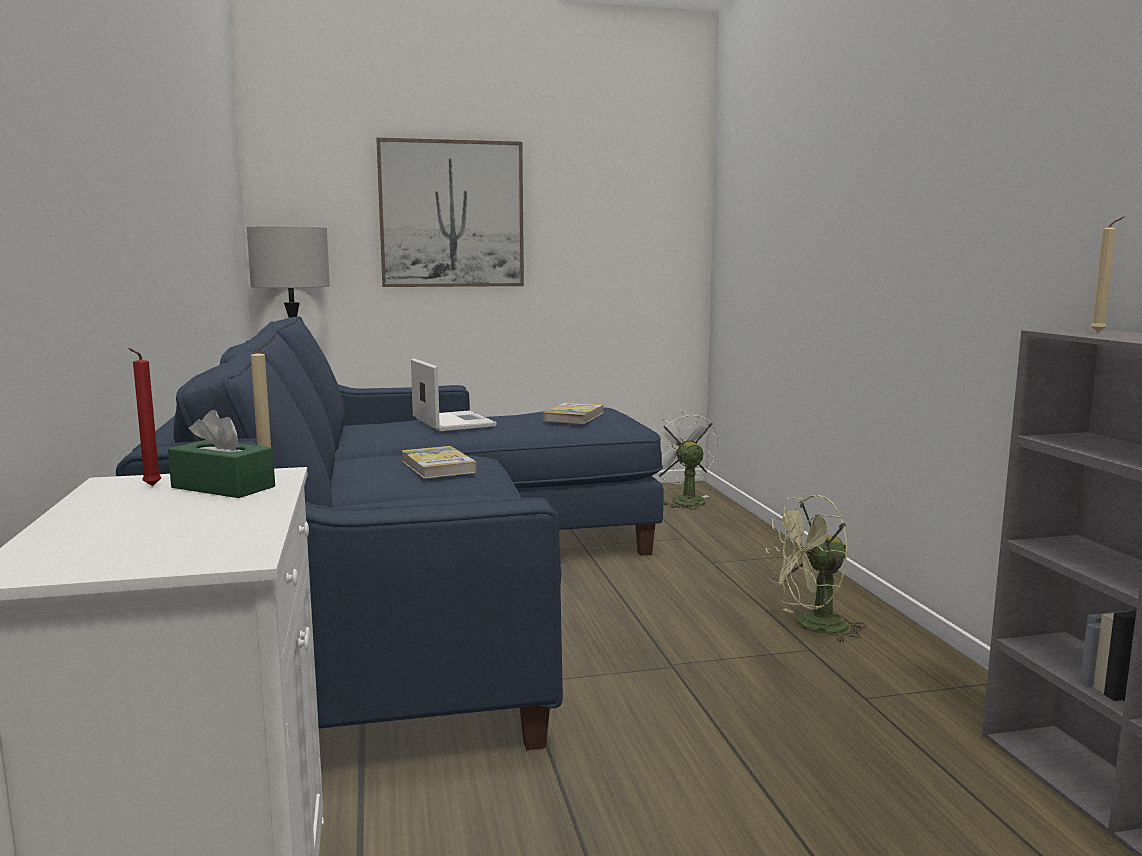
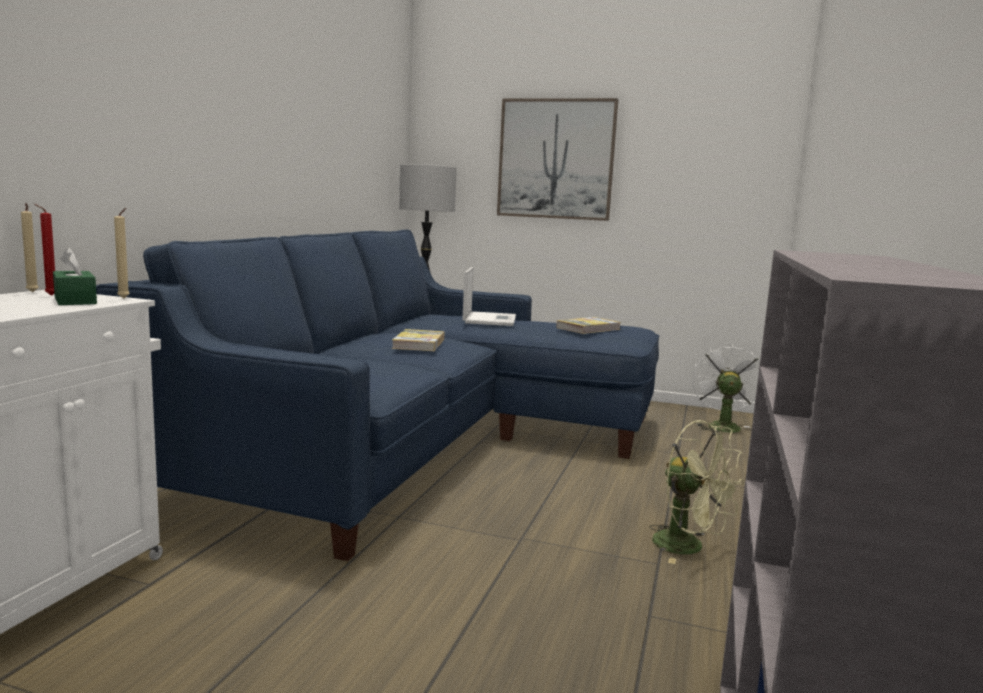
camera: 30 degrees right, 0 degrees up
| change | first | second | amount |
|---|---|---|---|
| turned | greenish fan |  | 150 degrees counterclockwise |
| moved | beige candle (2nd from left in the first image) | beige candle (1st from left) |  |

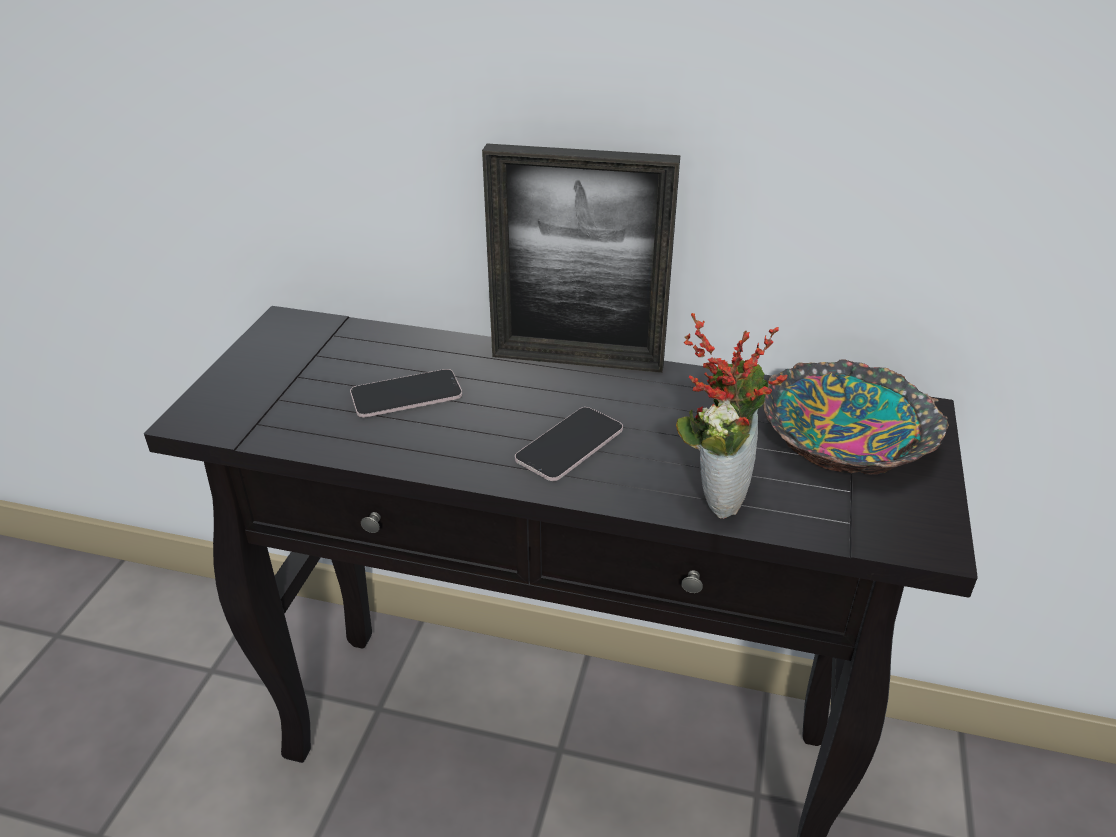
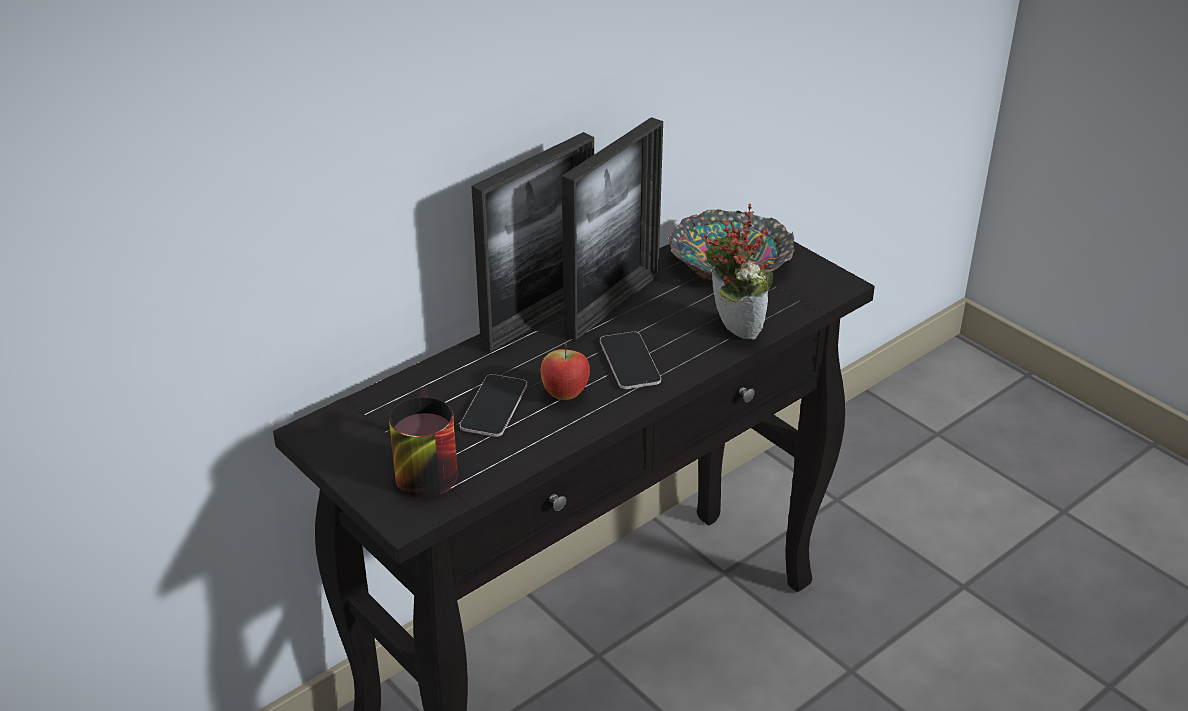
camera: 55 degrees left, 0 degrees up
| change | first | second | amount |
|---|---|---|---|
| added |  | mug |  |
| added |  | apple fruit |  |
| added |  | photo frame (2nd from left) |  |

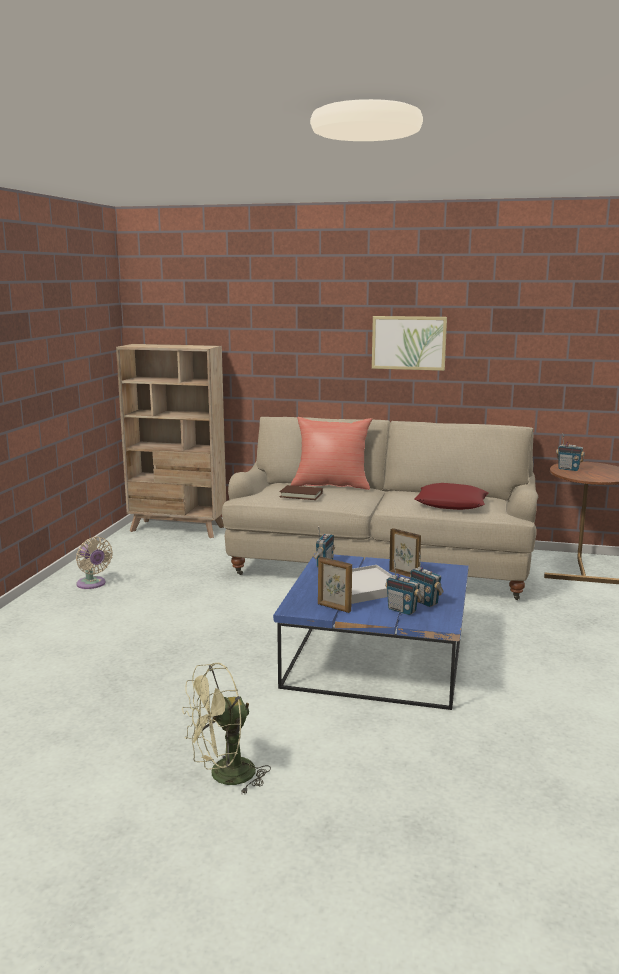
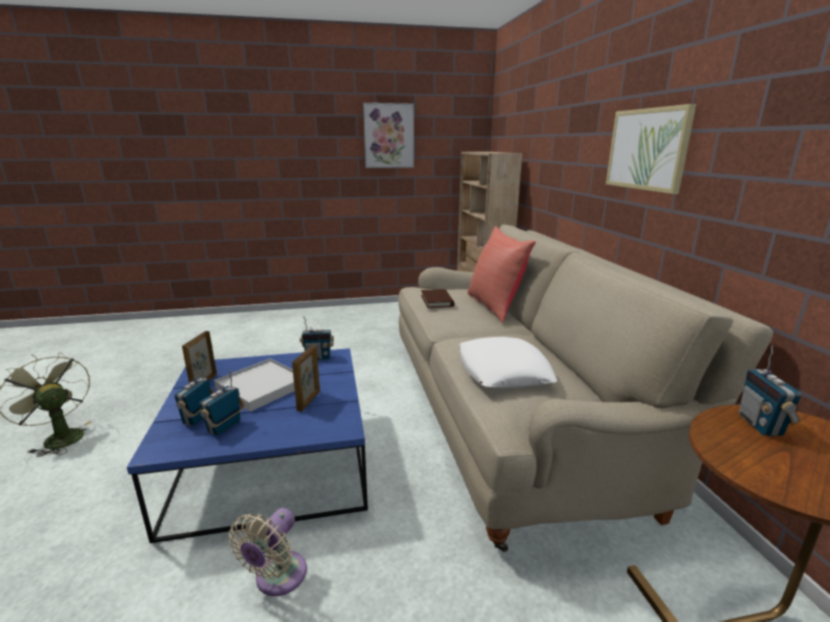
camera: 65 degrees right, 5 degrees up
| change | first | second | amount |
|---|---|---|---|
| moved | beige fan |  |  |
| recoloured | red cushion (2nd from left) | white-coloured cushion |  |
| added |  | wall art (1st from left) |  |

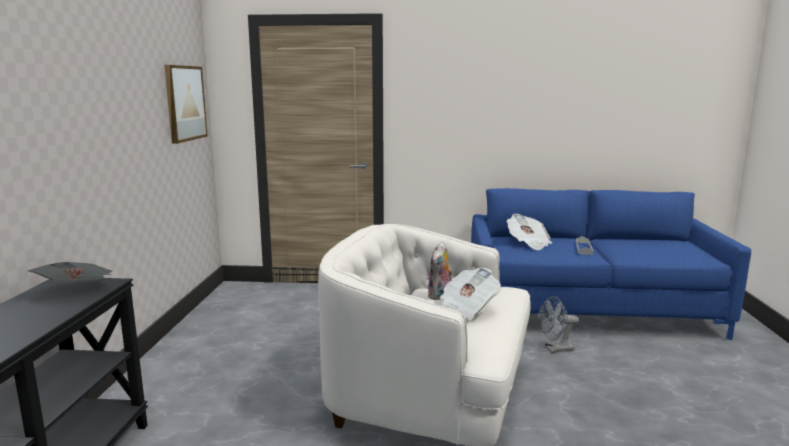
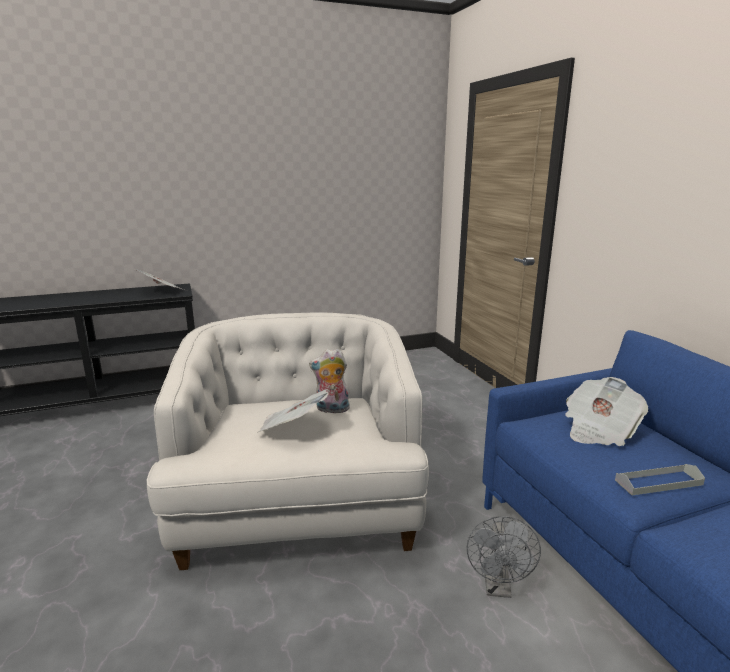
camera: 65 degrees right, 5 degrees up
| change | first | second | amount |
|---|---|---|---|
| removed | wall art |  |  |
| turned | gray fan |  | 135 degrees counterclockwise |

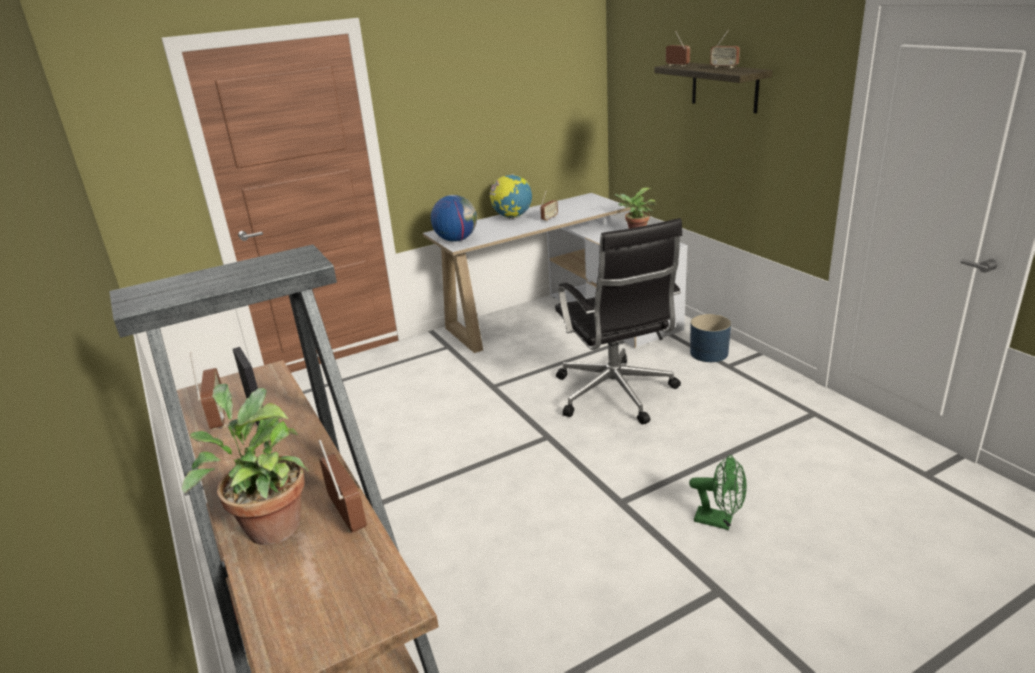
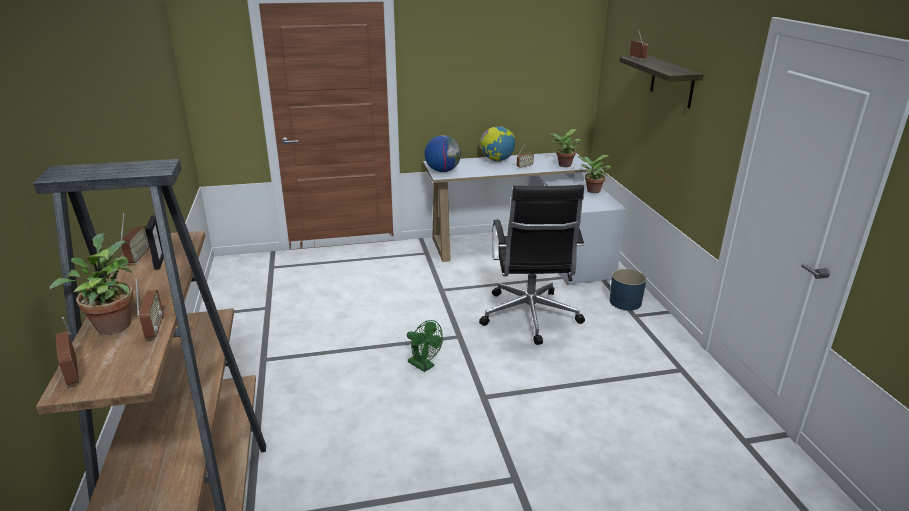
camera: 15 degrees right, 0 degrees up
| change | first | second | amount |
|---|---|---|---|
| moved | greenish fan |  |  |
| moved | radio receiver (5th from left in the first image) | radio receiver (1st from left) |  |
| added |  | plant in a pot (2nd from left) |  |

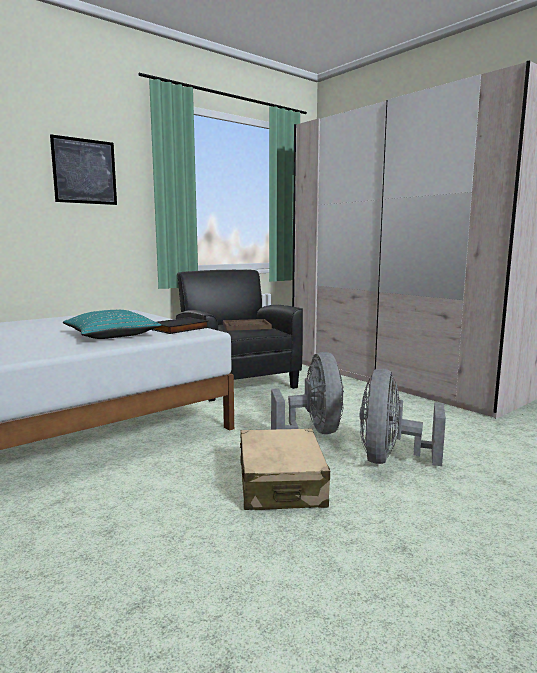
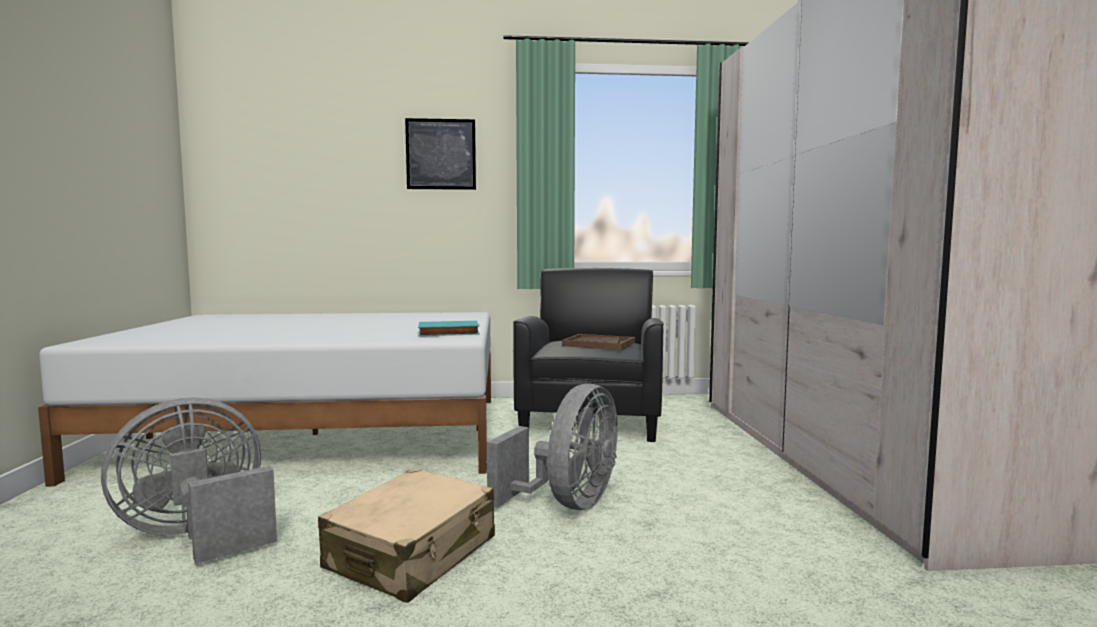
camera: 35 degrees right, 5 degrees down
| change | first | second | amount |
|---|---|---|---|
| removed | turquoise cushion |  |  |
| recoloured | blackish book | turquoise book |  |
| moved | gray fan (2nd from left in the first image) | gray fan (1st from left) |  |

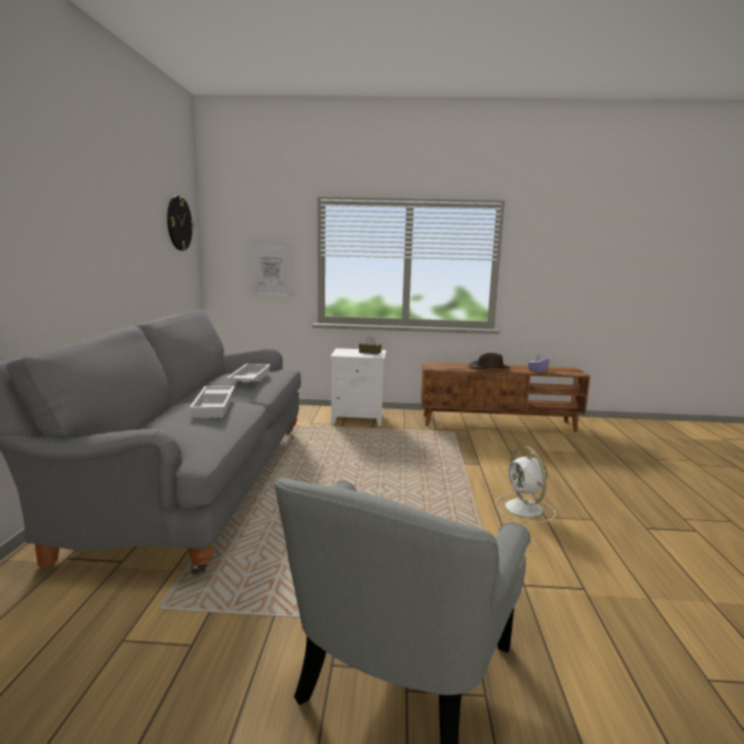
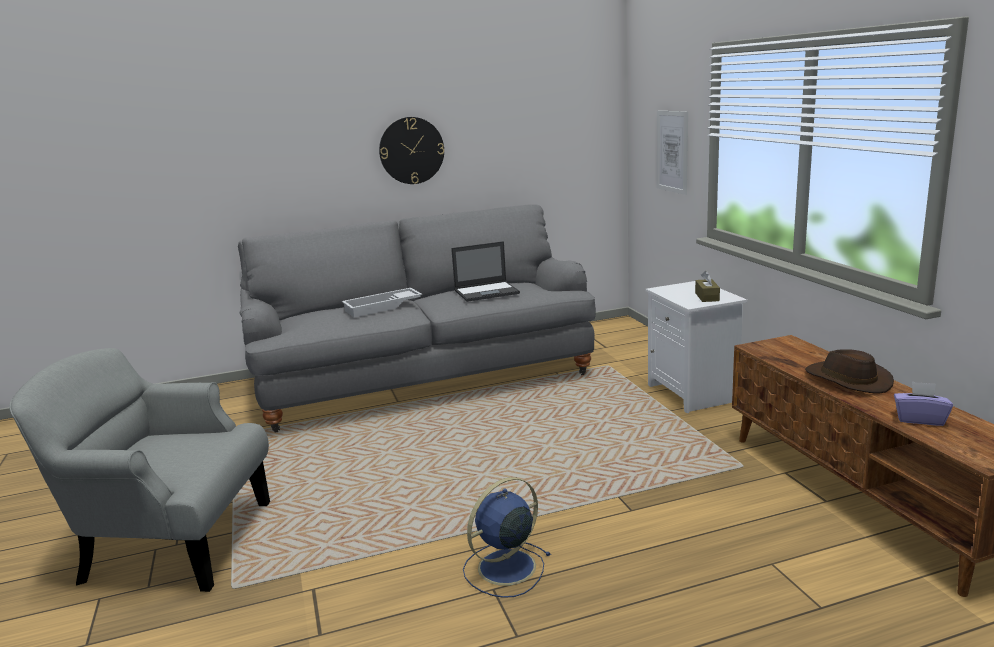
camera: 70 degrees right, 5 degrees up
| change | first | second | amount |
|---|---|---|---|
| moved | hanging clock |  |  |
| replaced | white-coloured serving tray (2nd from left) | notebook computer |  |
| recoloured | white-coloured fan | bluish fan |  |

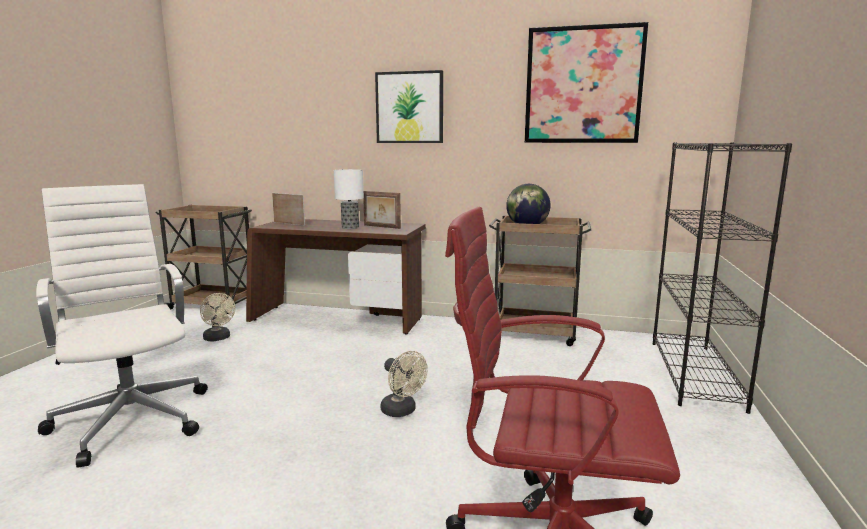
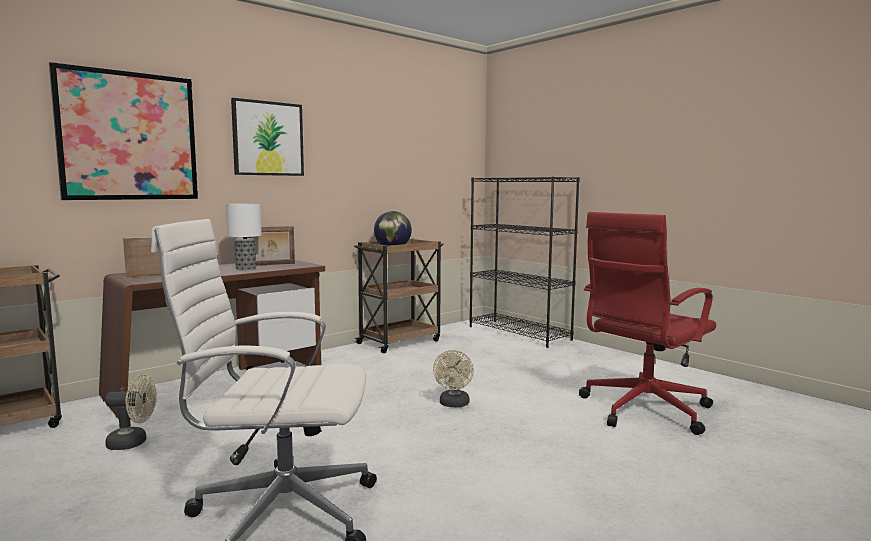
camera: 55 degrees left, 5 degrees down
| change | first | second | amount |
|---|---|---|---|
| turned | beige fan (2nd from left) |  | 105 degrees clockwise |
| moved | wall art (2nd from left in the first image) | wall art (1st from left) |  |

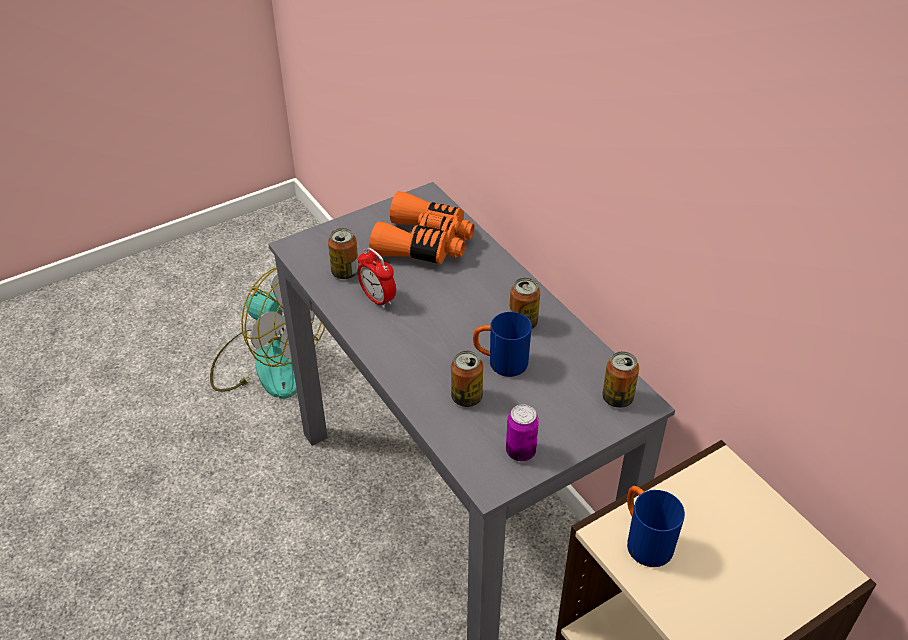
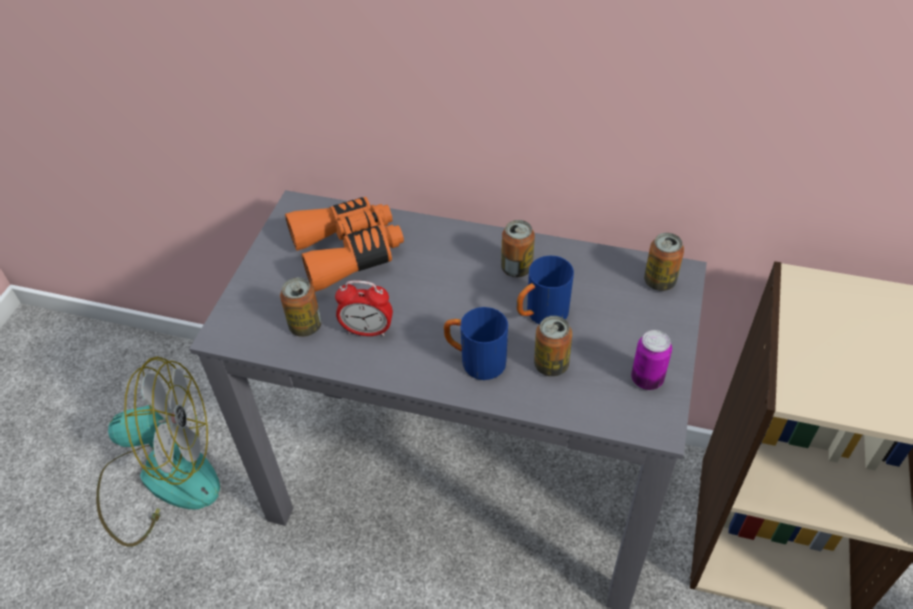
camera: 40 degrees left, 5 degrees up
| change | first | second | amount |
|---|---|---|---|
| moved | bluish mug (2nd from left in the first image) | bluish mug (1st from left) |  |

